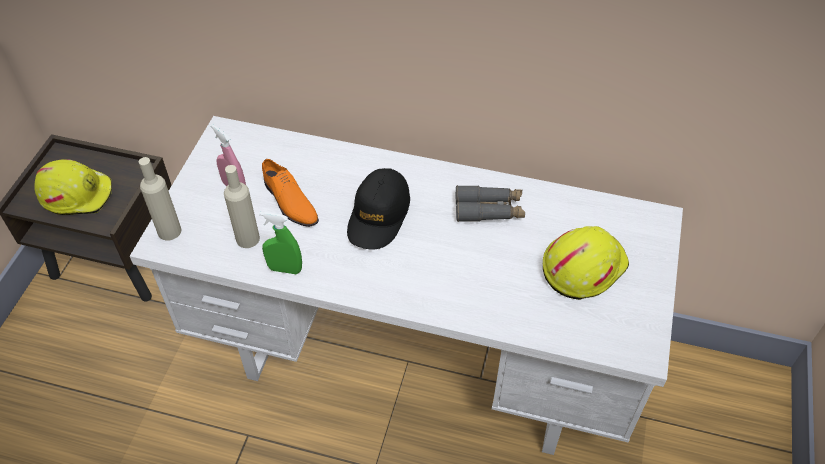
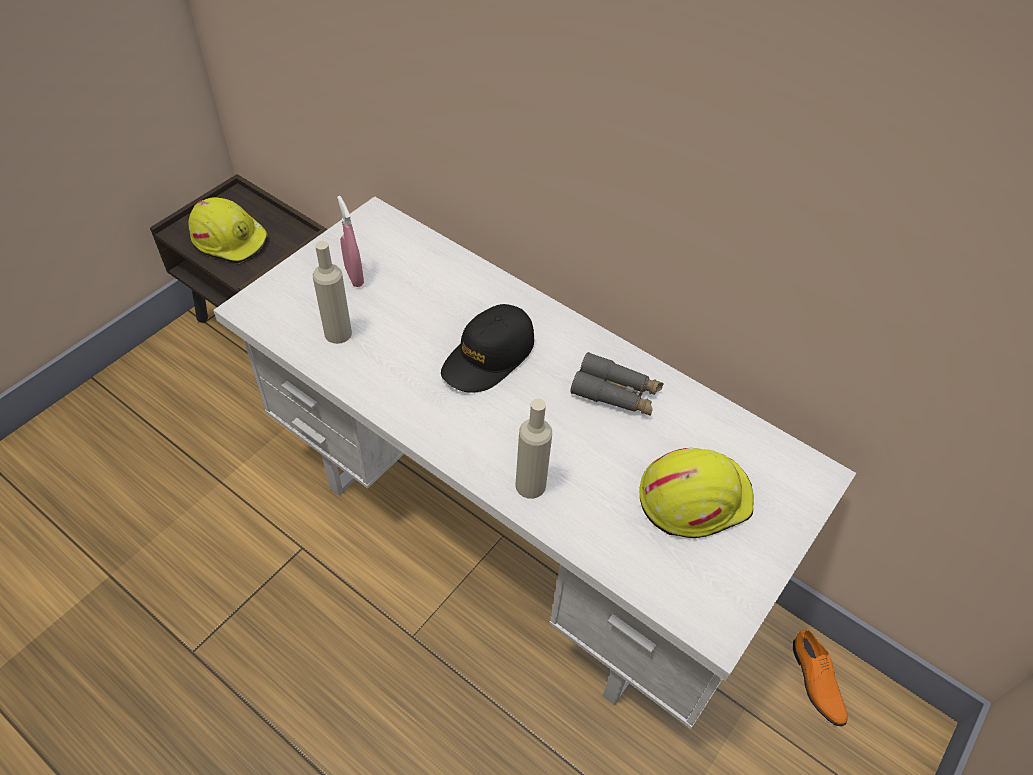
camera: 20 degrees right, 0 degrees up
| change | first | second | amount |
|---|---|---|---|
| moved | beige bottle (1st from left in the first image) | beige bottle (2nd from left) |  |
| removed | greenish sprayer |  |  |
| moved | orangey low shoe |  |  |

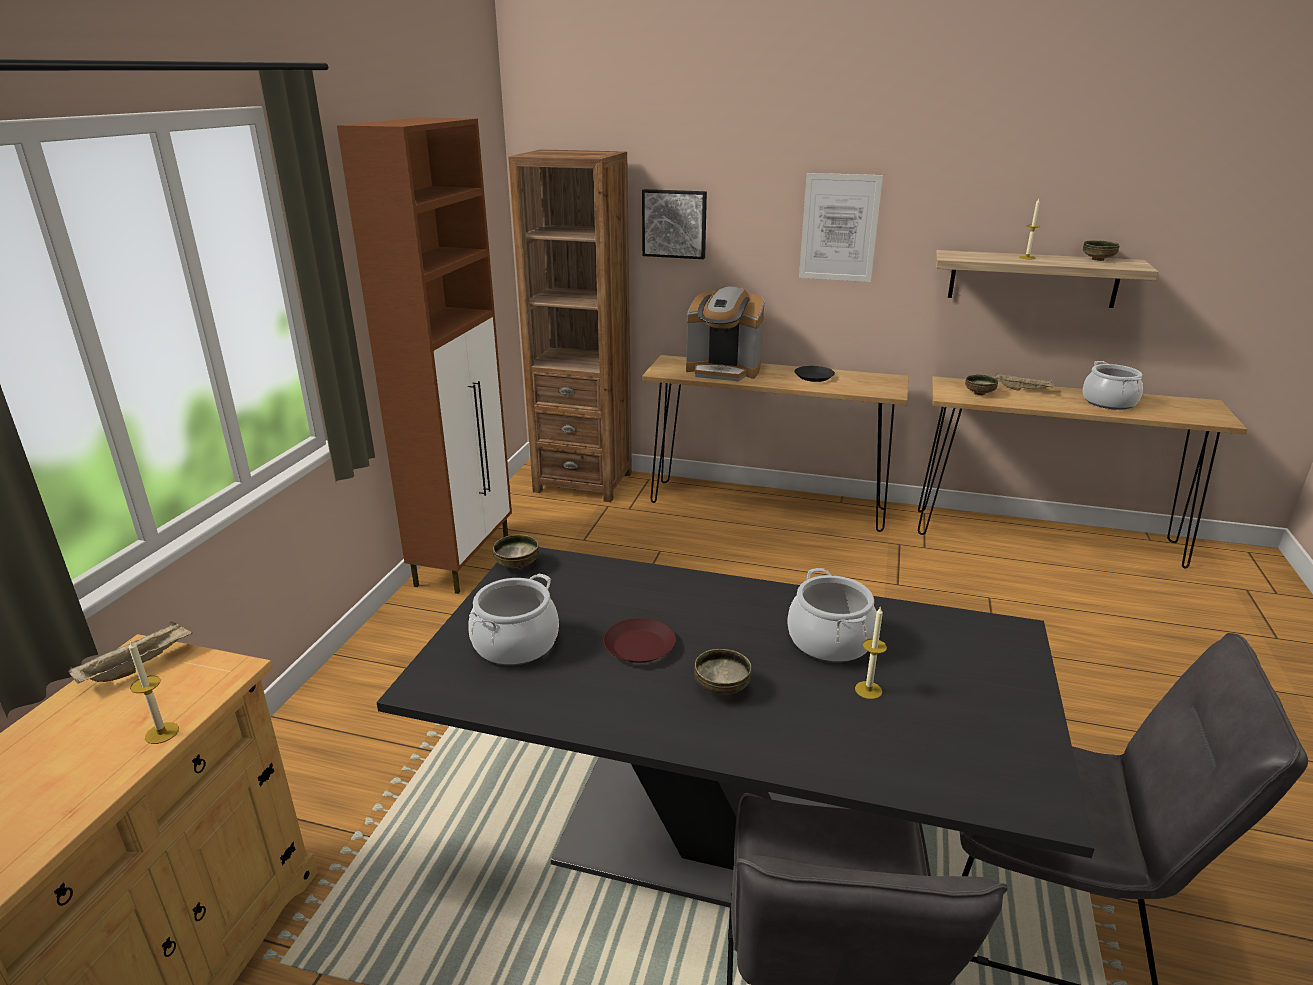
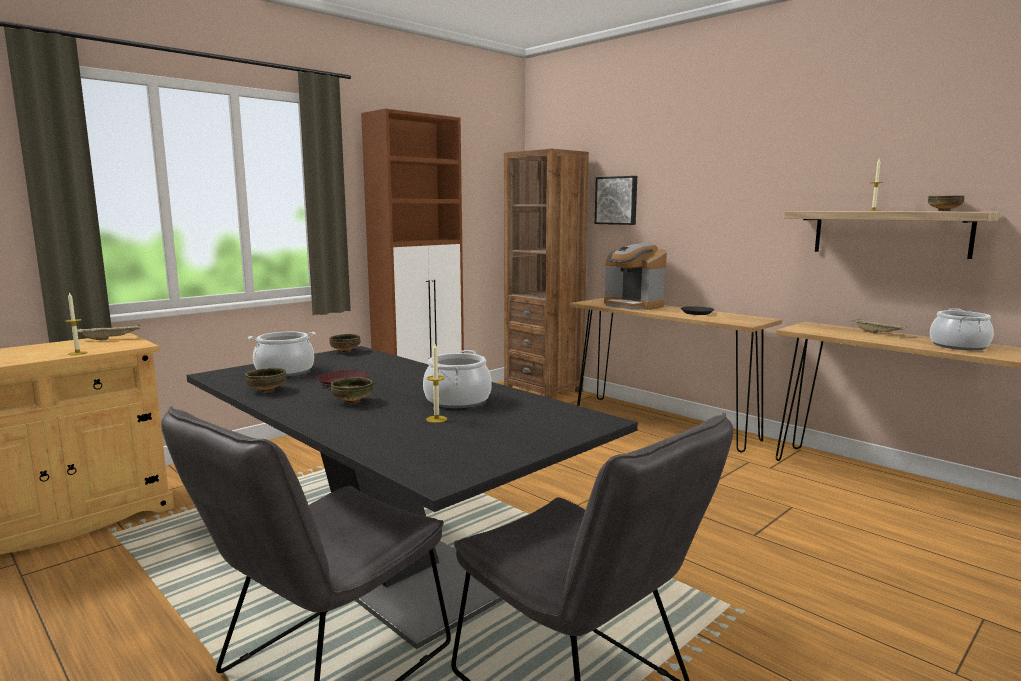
camera: 30 degrees right, 15 degrees down
| change | first | second | amount |
|---|---|---|---|
| removed | wall art (2nd from left) |  |  |
| moved | serving bowl (3rd from left in the first image) | serving bowl (1st from left) |  |

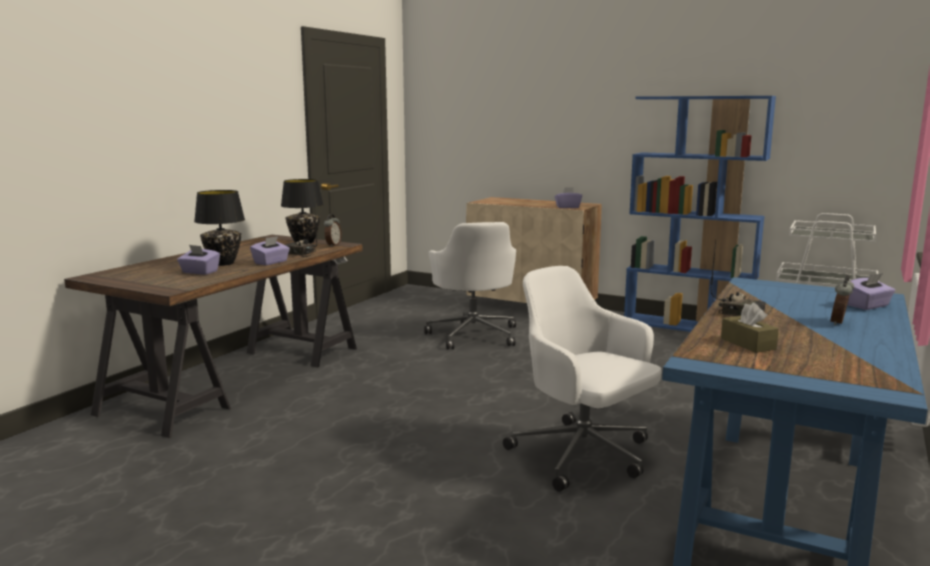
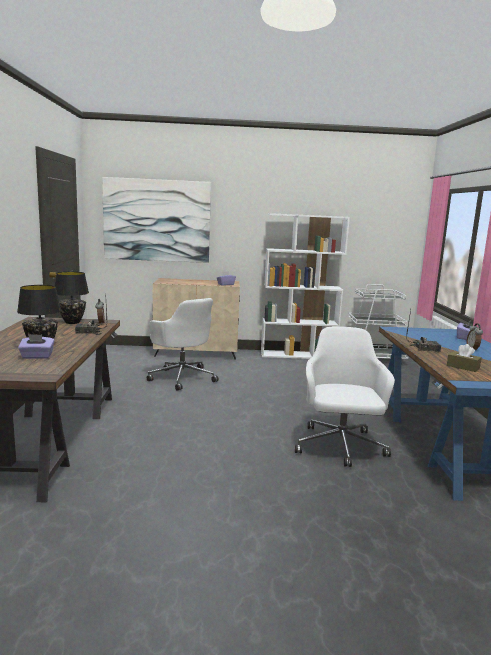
camera: 30 degrees left, 0 degrees up
| change | first | second | amount |
|---|---|---|---|
| removed | purple-coloured tissue holder (2nd from left) |  |  |
| turned | white-coloured office chair (2nd from left) |  | 75 degrees clockwise |
| recoloured | bluish bookshelf | white-coloured bookshelf |  |
| added |  | wall art |  |

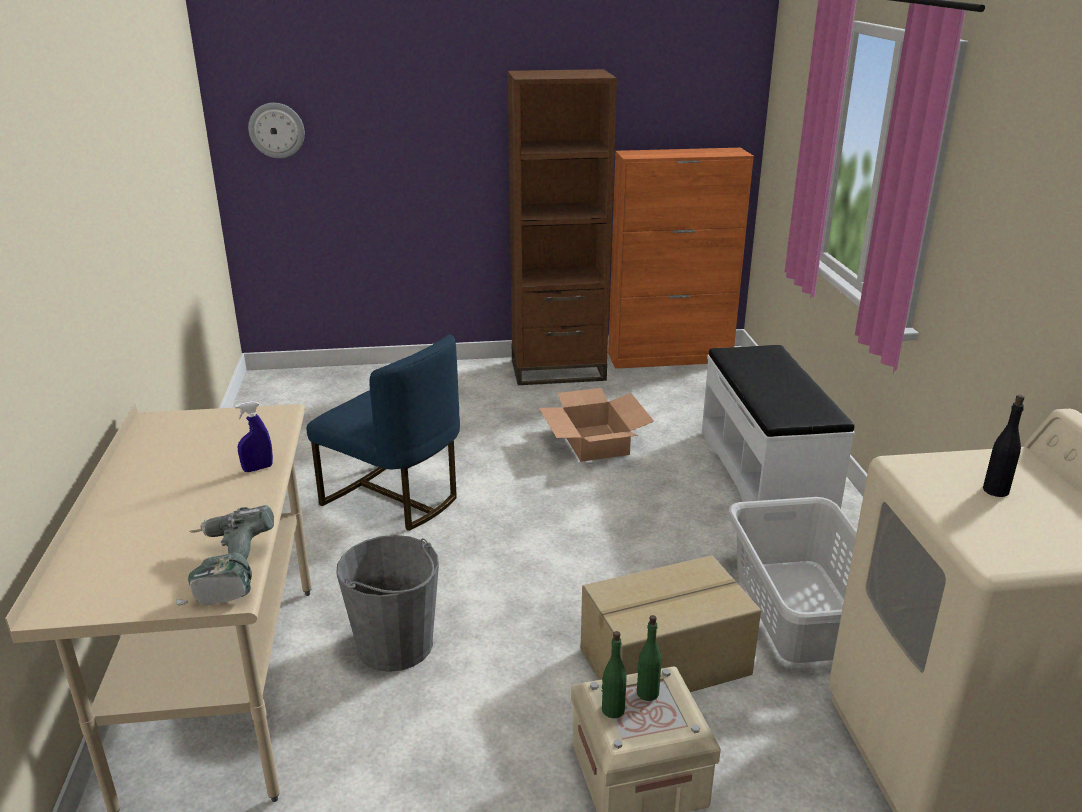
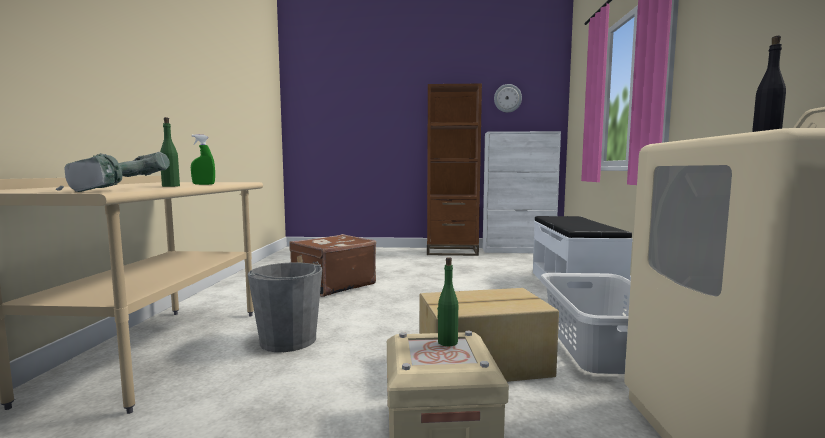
camera: 10 degrees right, 20 degrees down
| change | first | second | amount |
|---|---|---|---|
| recoloured | bluish sprayer | greenish sprayer |  |
| moved | hanging clock |  |  |
| replaced | bluish plain chair | brown piece of luggage |  |
| removed | cardboard box (1st from left) |  |  |
| moved | greenish bottle (1st from left) |  |  |
| recoloured | orangey cabinet | white-coloured cabinet |  |

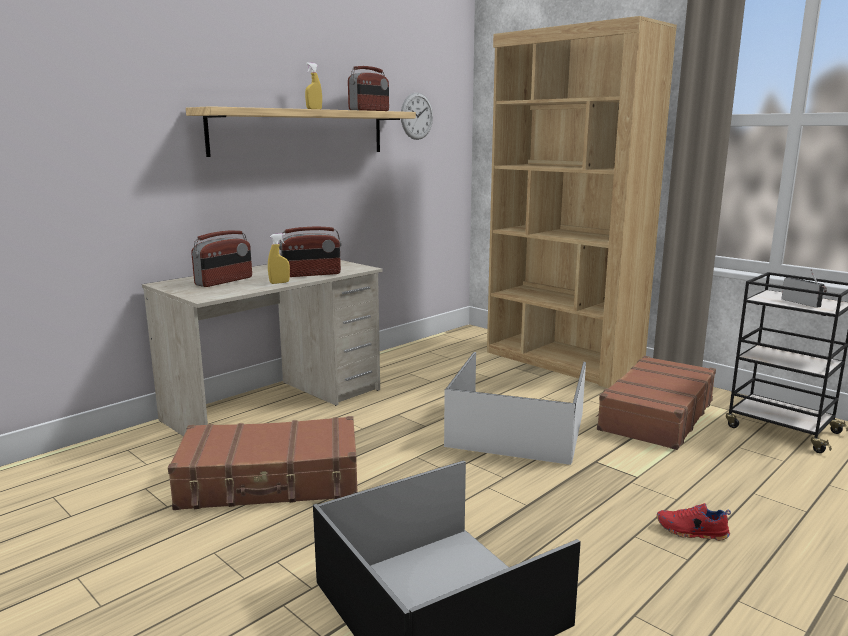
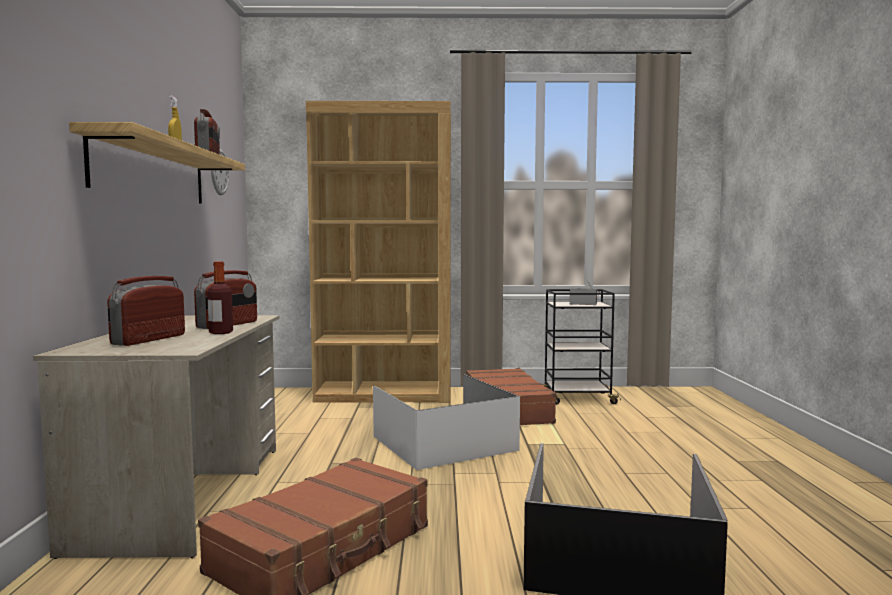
camera: 45 degrees left, 10 degrees down
| change | first | second | amount |
|---|---|---|---|
| turned | radio receiver (1st from left) |  | 150 degrees counterclockwise |
| replaced | yellow sprayer (1st from left) | bottle |  |
| removed | red low shoe |  |  |

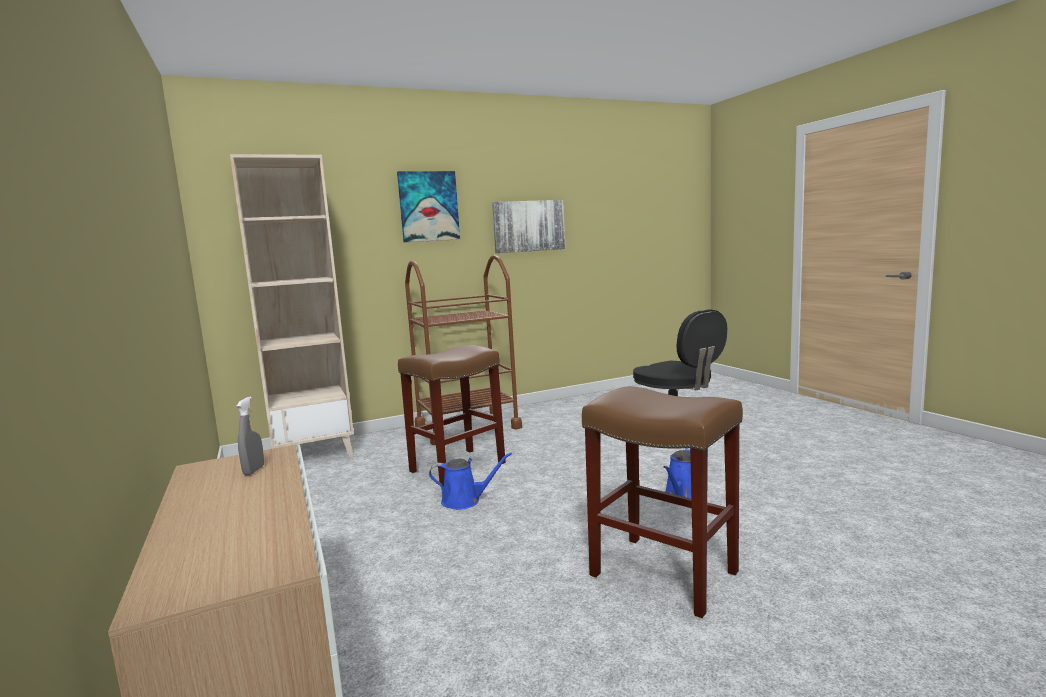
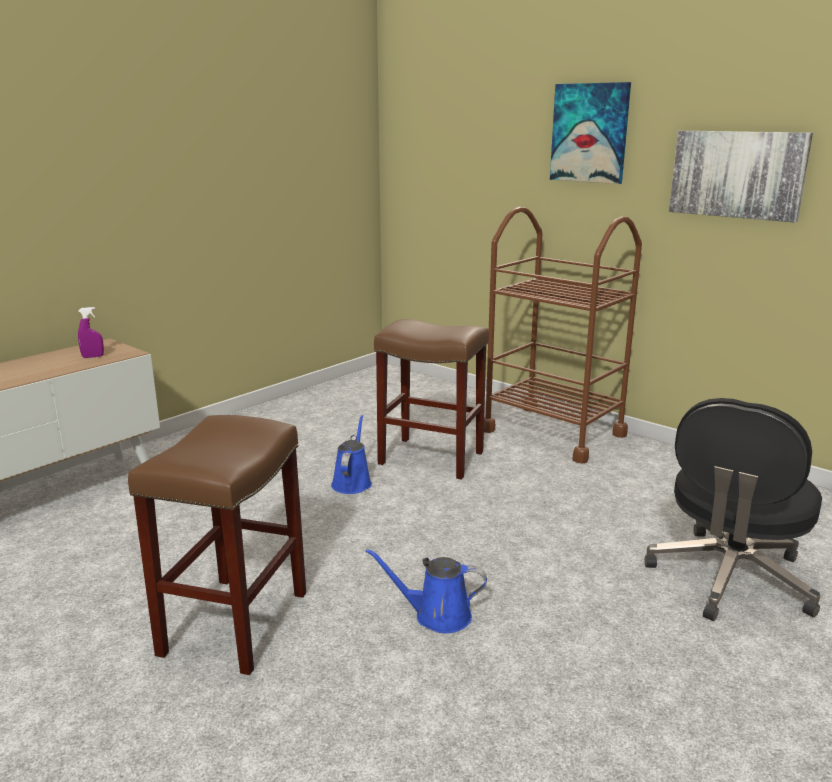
camera: 65 degrees right, 10 degrees up
| change | first | second | amount |
|---|---|---|---|
| removed | beige bookshelf |  |  |
| recoloured | gray sprayer | purple-coloured sprayer |  |
| turned | bluish sprinkling can (1st from left) |  | 150 degrees counterclockwise |

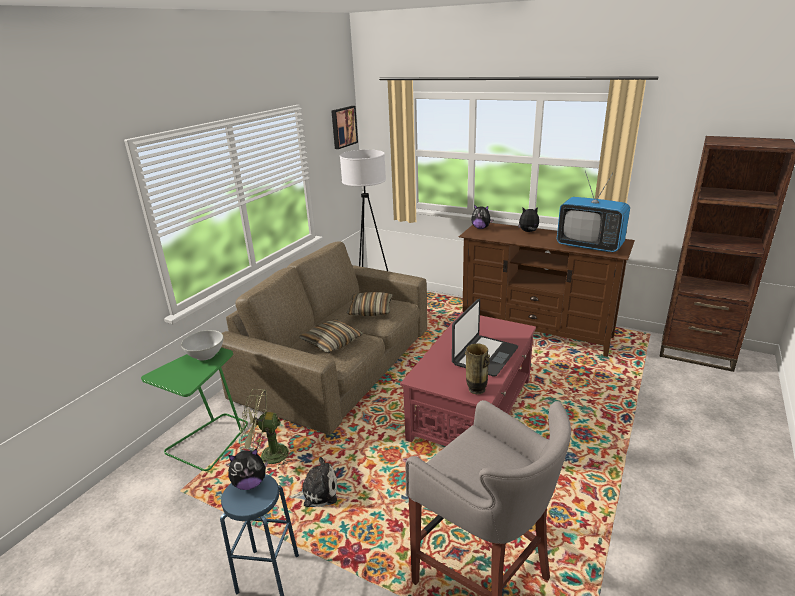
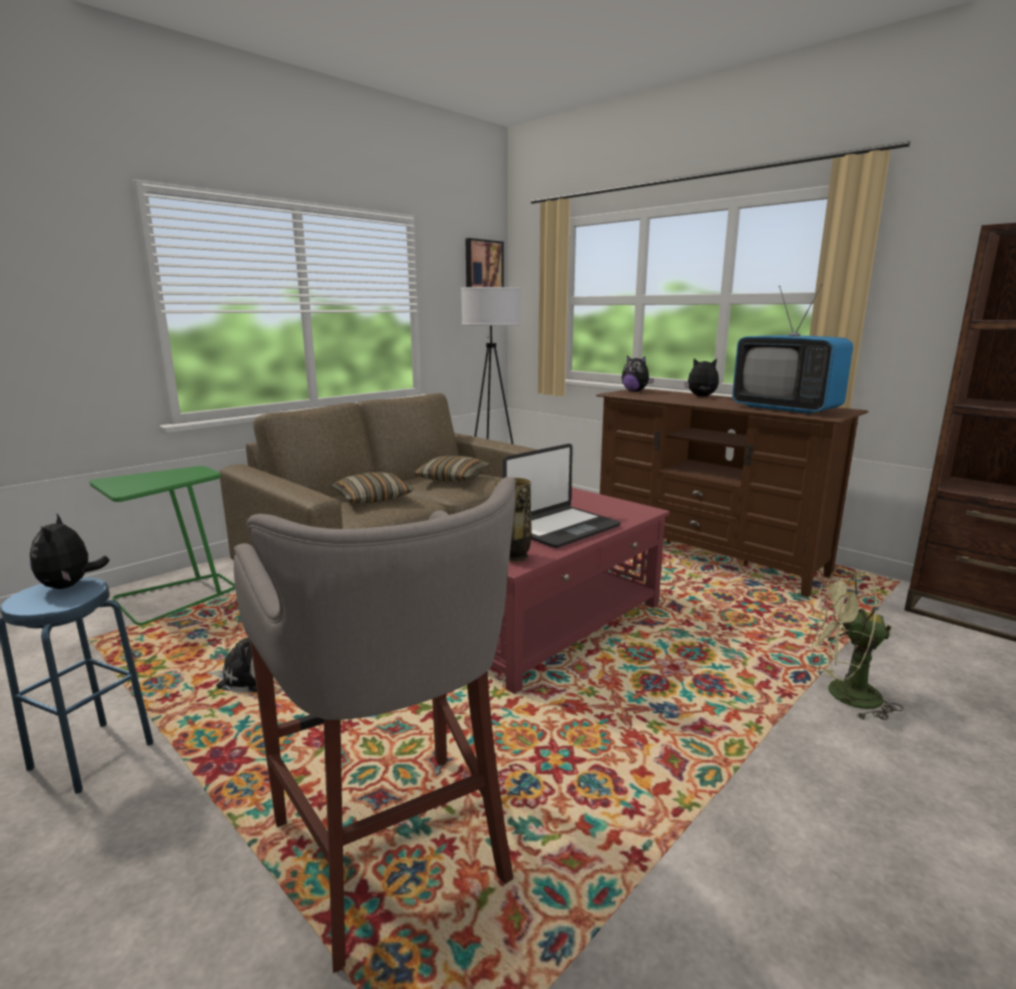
camera: 15 degrees right, 10 degrees down
| change | first | second | amount |
|---|---|---|---|
| removed | white-coloured serving bowl |  |  |
| turned | soft toy (1st from left) |  | 75 degrees clockwise |
| moved | greenish fan |  |  |

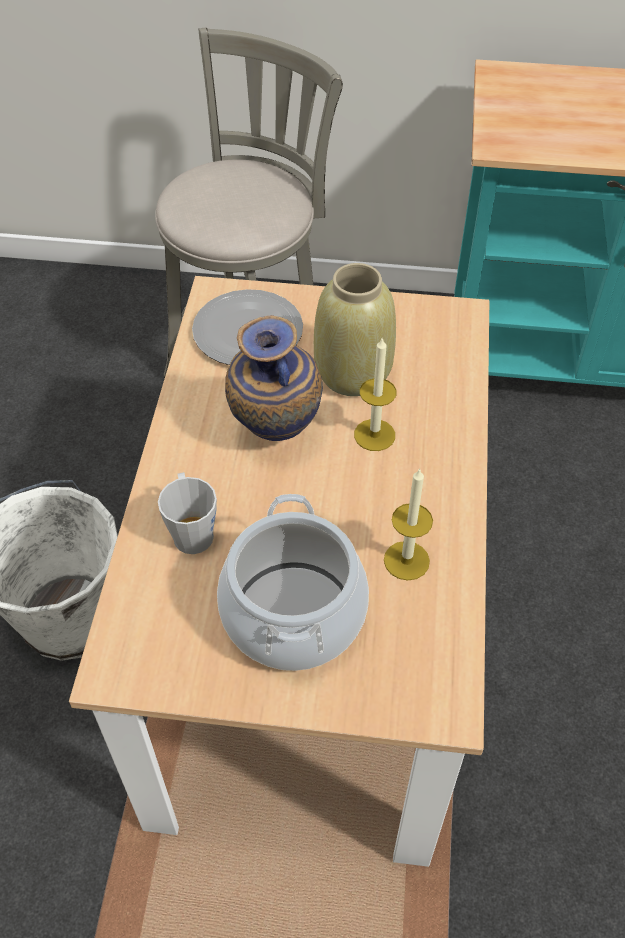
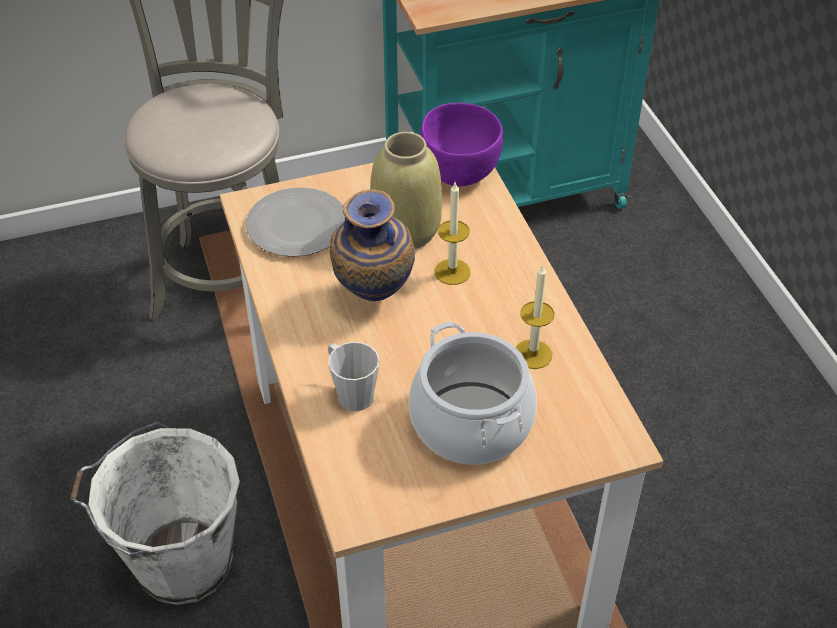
camera: 25 degrees left, 5 degrees down
| change | first | second | amount |
|---|---|---|---|
| added |  | purple-coloured serving bowl |  |

